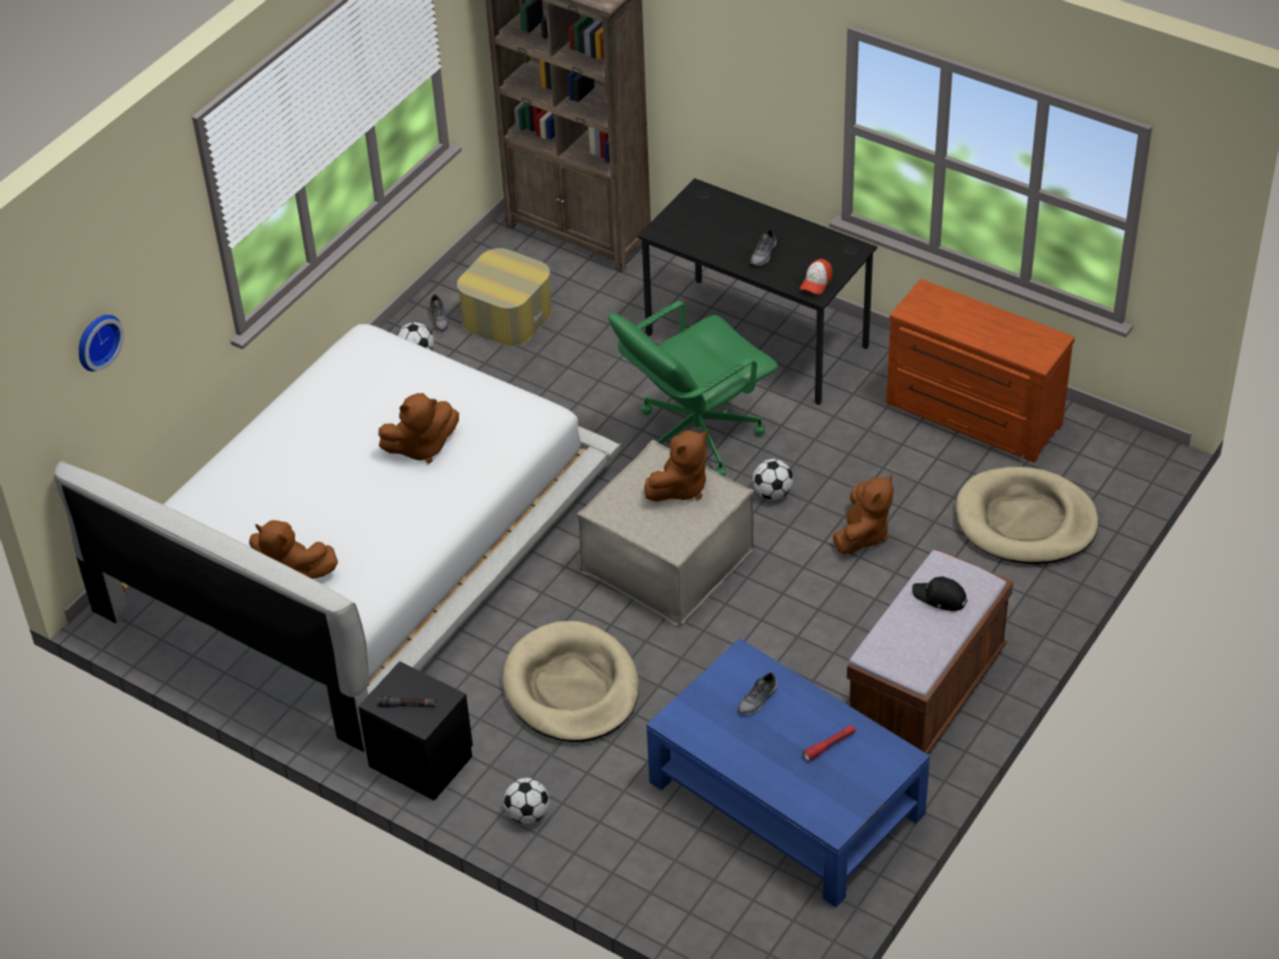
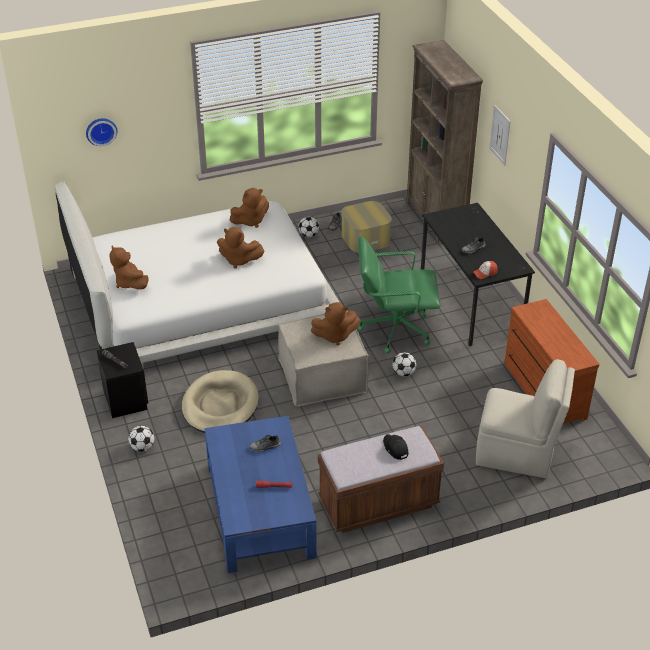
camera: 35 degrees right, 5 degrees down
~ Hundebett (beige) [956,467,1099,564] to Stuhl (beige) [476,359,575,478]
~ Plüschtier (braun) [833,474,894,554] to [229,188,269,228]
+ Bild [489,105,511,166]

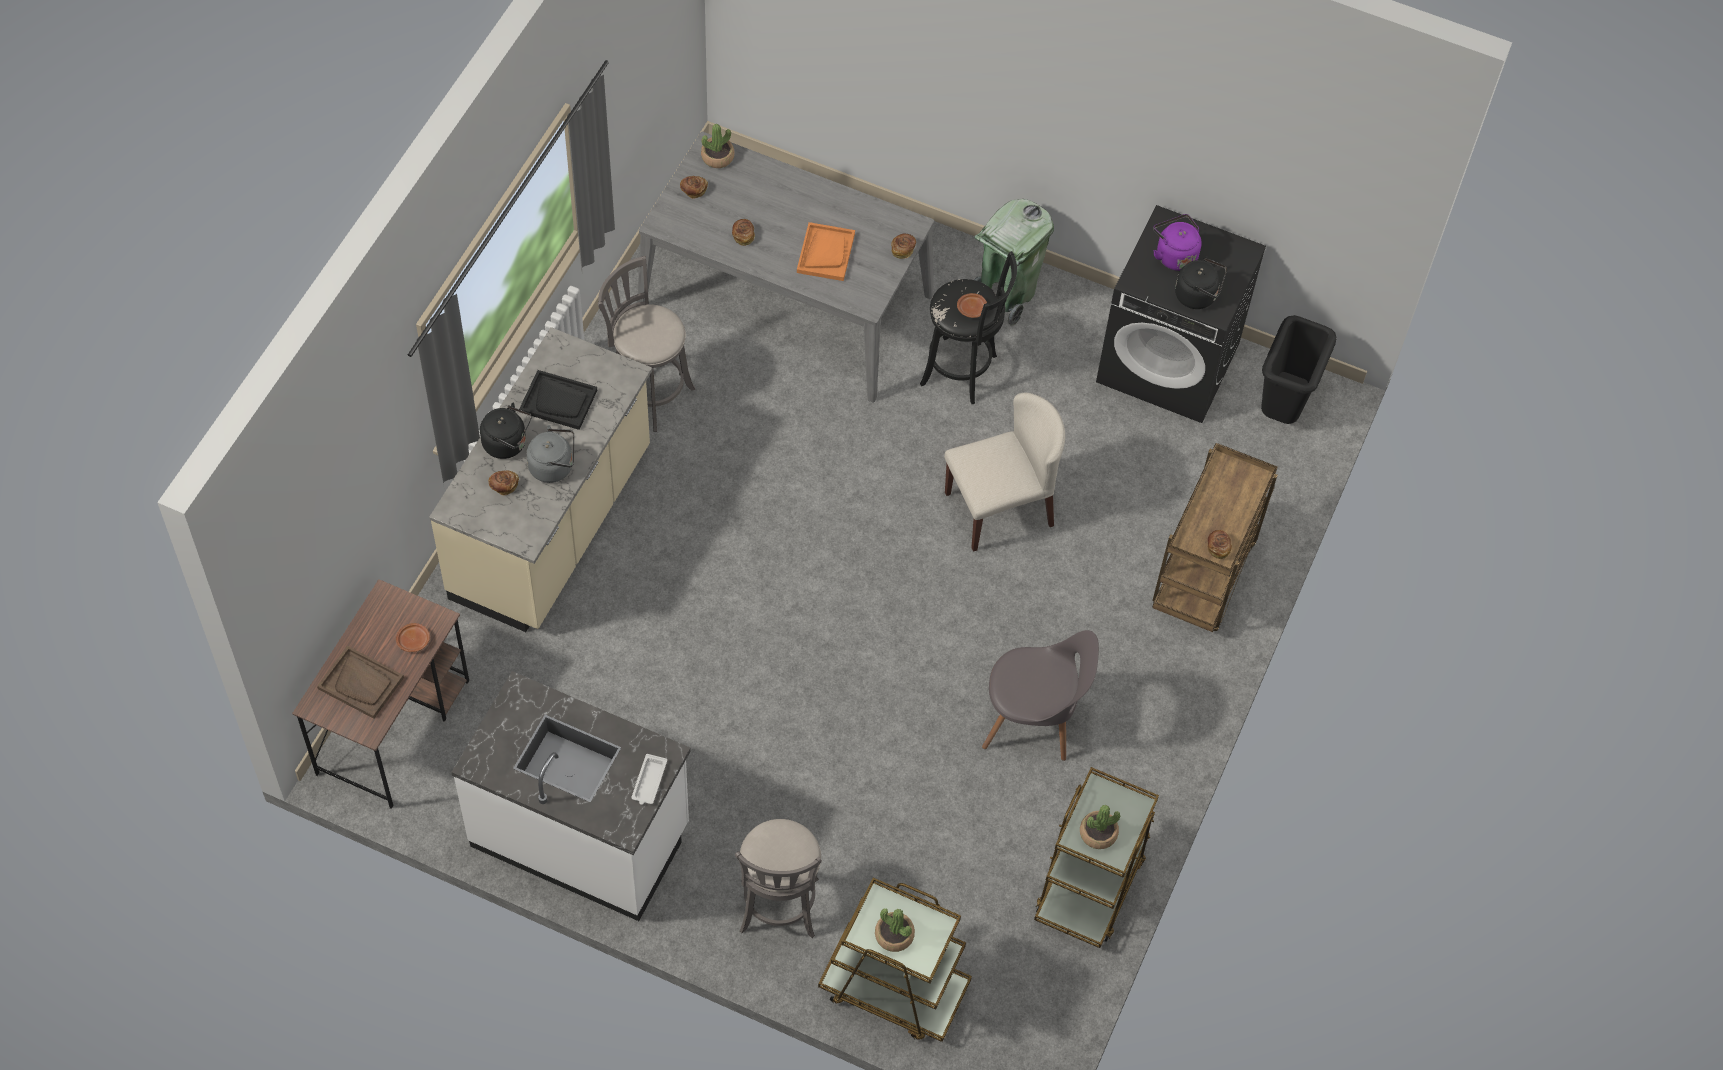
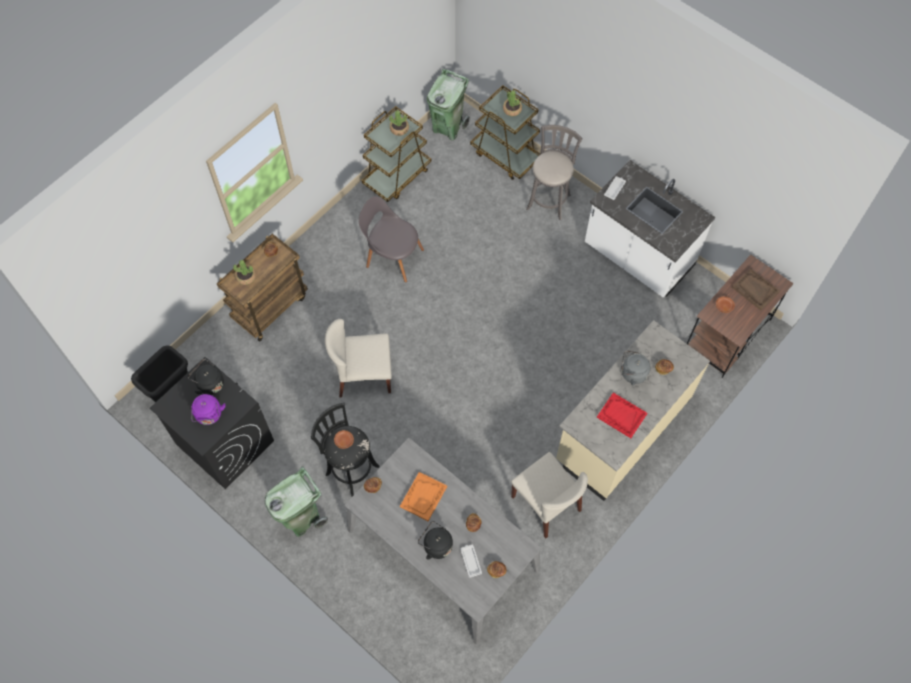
camera: 160 degrees left, 5 degrees up
~ Topfpflanze [701,124,735,168] to [233,260,256,285]
~ Hocker (grau) [598,256,695,432] to Stuhl (beige) [511,452,588,538]
~ Tablett (schwarz) [519,370,597,430] to Tablett (rot) [597,392,647,438]
~ Wasserkessel (schwarz) [480,403,532,459] to [418,521,453,559]
+ Mülleimer (grün) [427,69,470,141]
+ Tablett (weiß) [461,545,482,578]

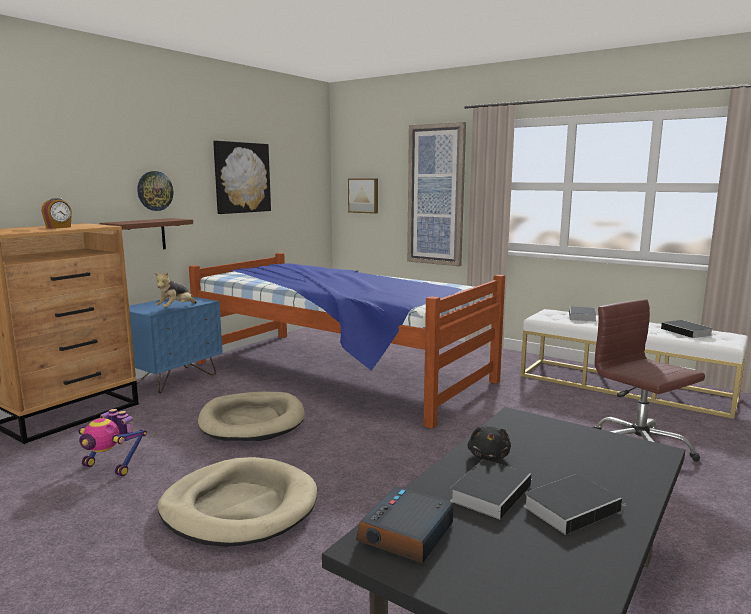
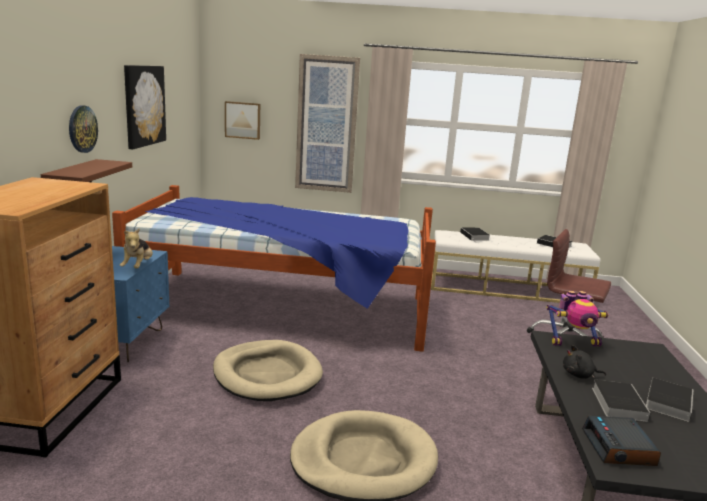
camera: 30 degrees left, 5 degrees up
- Wecker [41,198,72,229]
~ Spielzeugroboter [78,409,147,476] to [546,291,609,346]
~ Plüschtier (schwarz) [467,425,511,461] = [563,345,606,379] 120 degrees clockwise

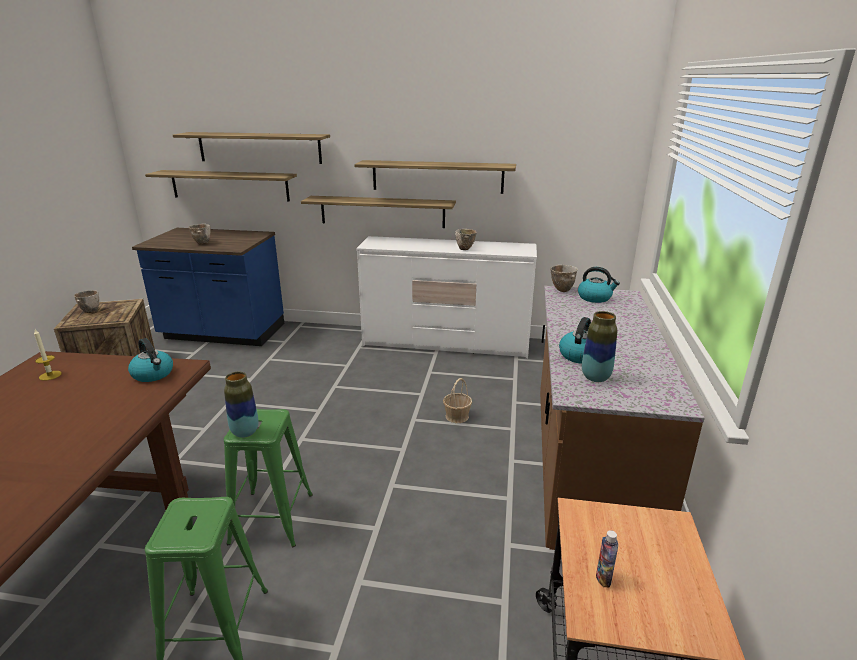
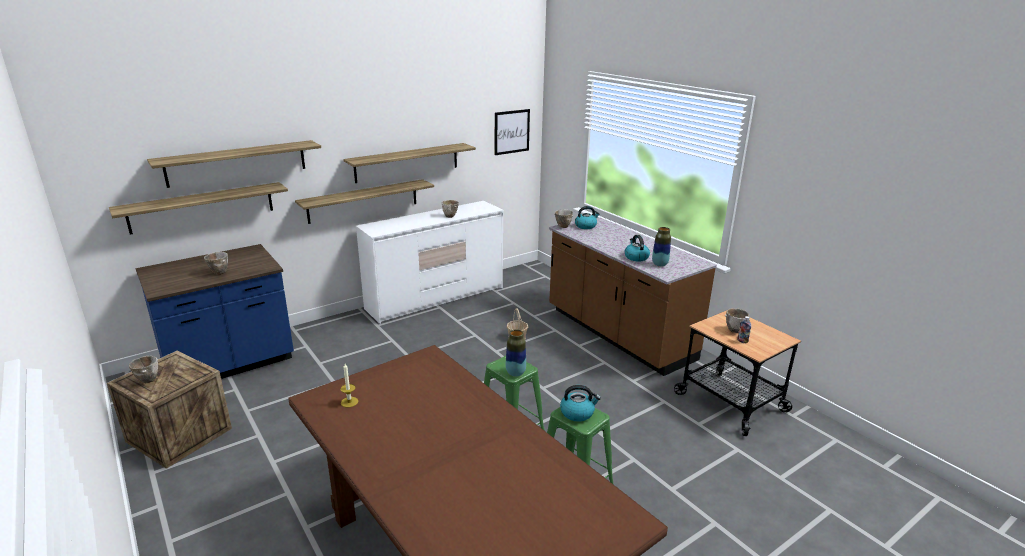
camera: 45 degrees left, 0 degrees up
~ Wasserkessel [128,338,173,382] to [560,385,601,422]
+ Bild [495,109,530,155]
+ Schüssel [725,308,750,333]

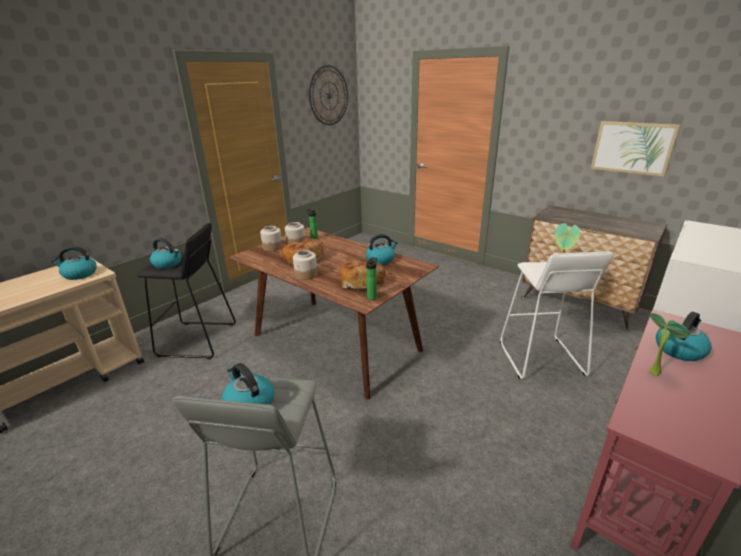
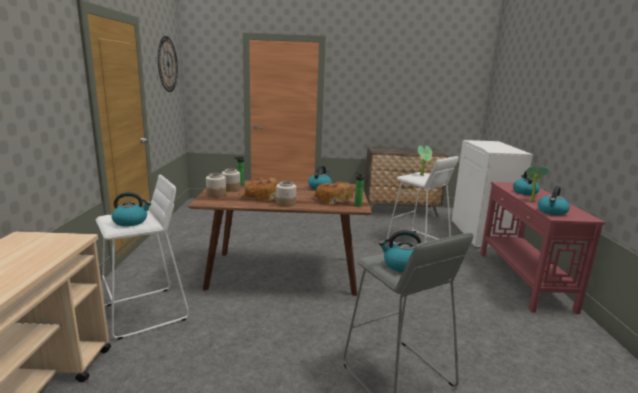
camera: 40 degrees left, 10 degrees down
- Bild [591,121,680,177]
~ Hocker (schwarz) [136,223,236,359] to Hocker (weiß) [96,175,189,340]
~ Wasserkessel [51,246,97,280] to [538,186,570,215]

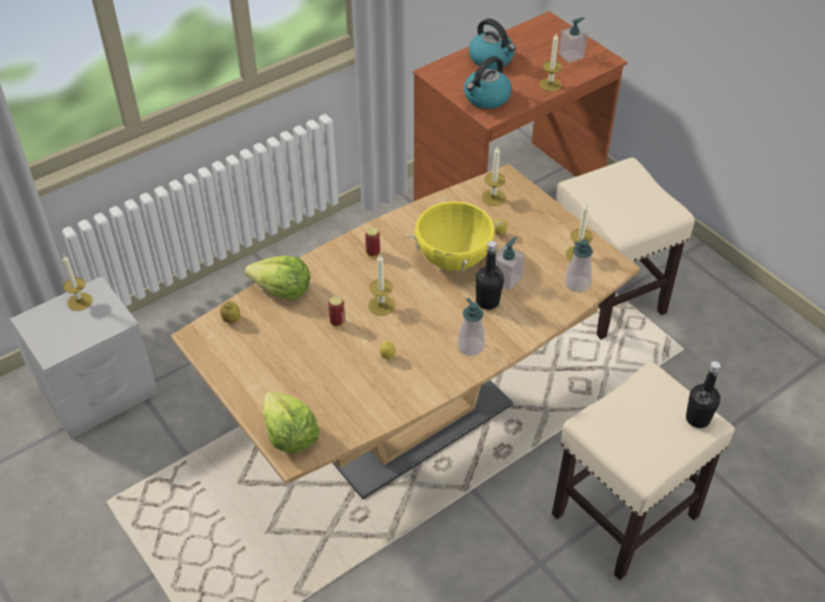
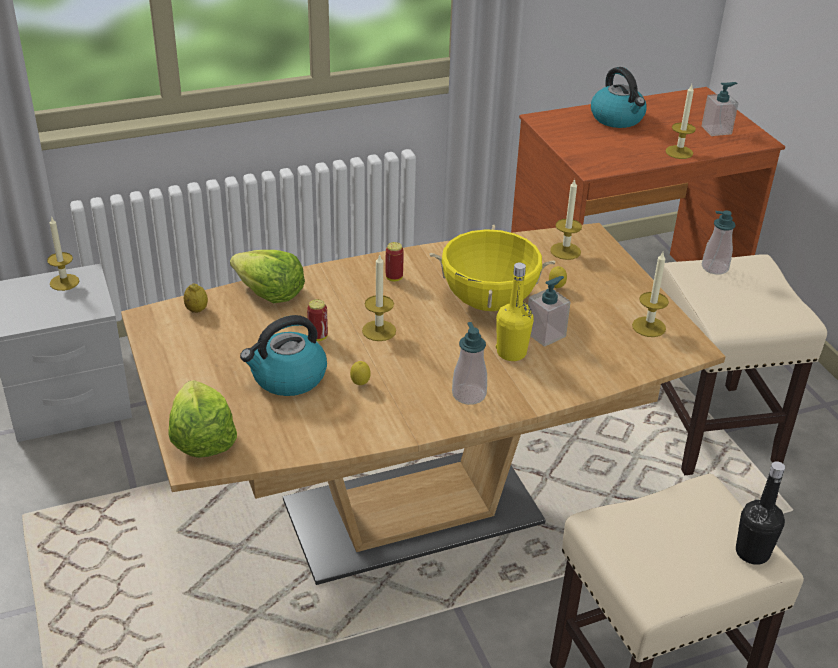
camera: 15 degrees right, 10 degrees down
~ Wasserkessel [464,56,512,109] to [240,315,327,396]
~ Seifenspender [565,239,593,292] to [702,210,736,275]
~ Flasche (schwarz) [475,241,504,310] to Flasche (gelb) [496,263,534,361]

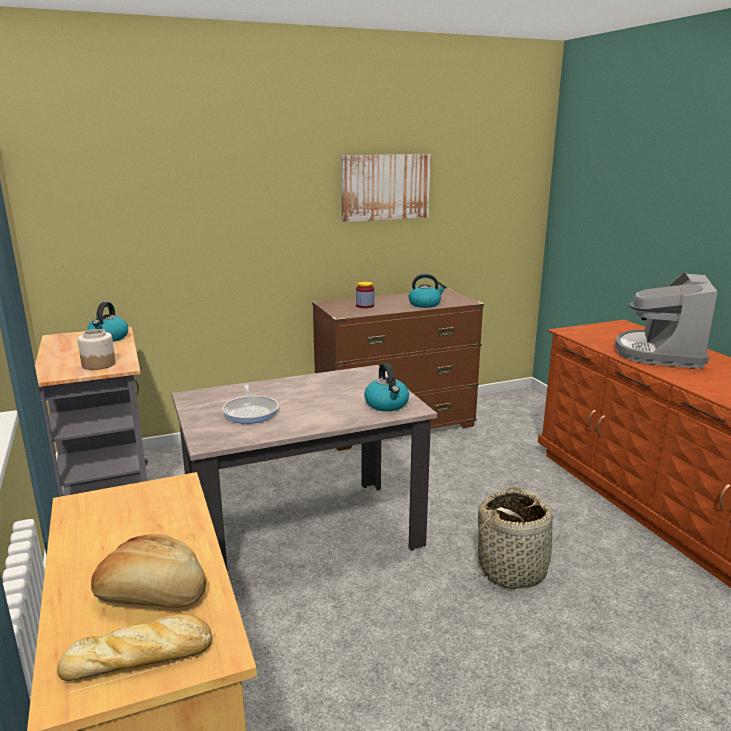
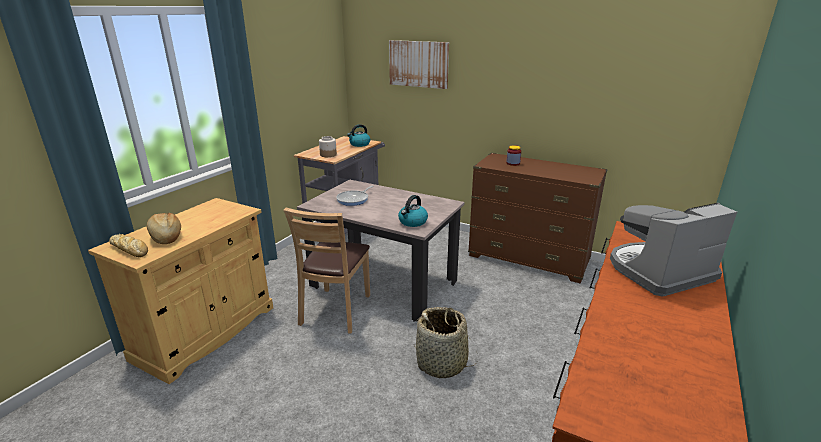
camera: 50 degrees right, 5 degrees up
~ Bild [341,154,431,222] to [389,40,449,89]
- Wasserkessel [409,274,446,308]
+ Stuhl (braun) [283,208,370,334]

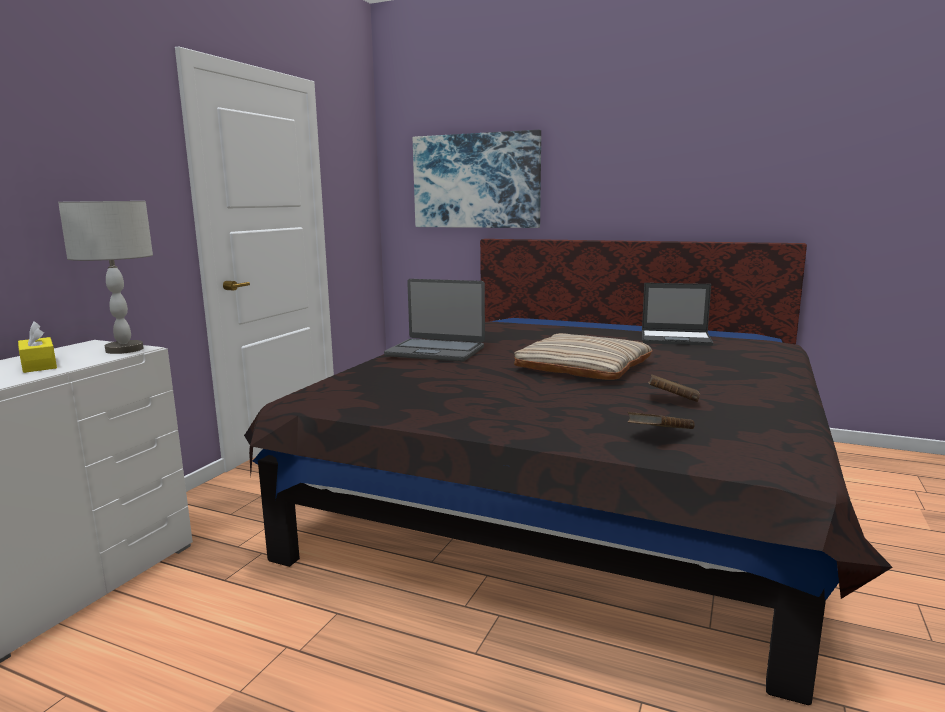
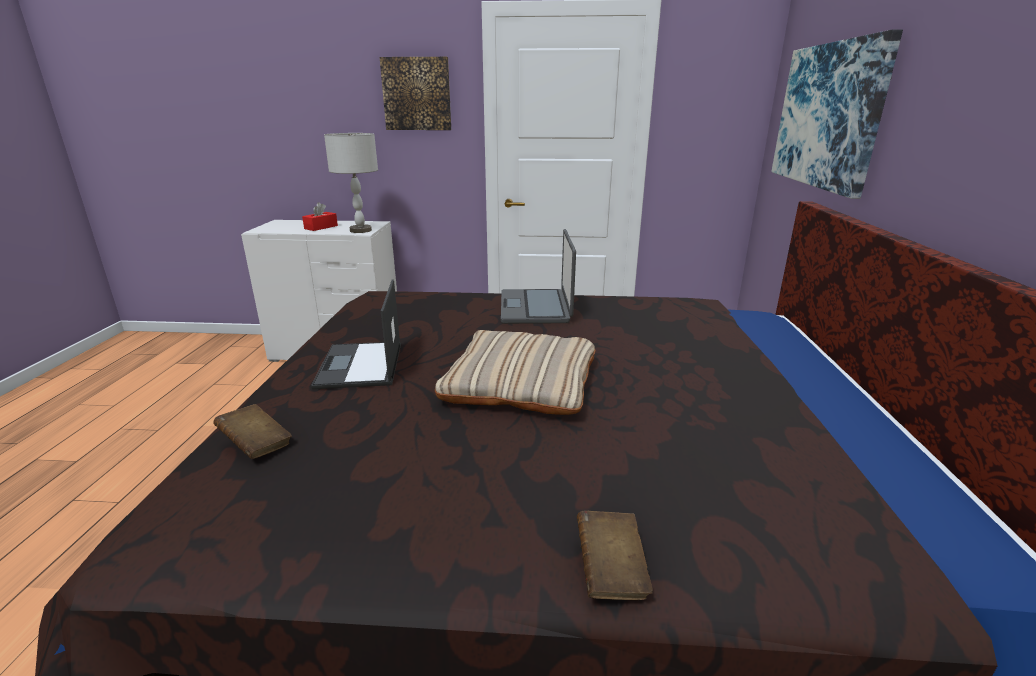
camera: 70 degrees right, 10 degrees up
~ Laptop [642,283,713,346] to [311,279,401,389]
~ Taschentuchbox (gelb) [18,321,57,373] to Taschentuchbox (rot) [302,202,338,231]
~ Buch (braun) [648,374,700,402] to [577,510,653,600]
+ Bild [380,57,451,130]

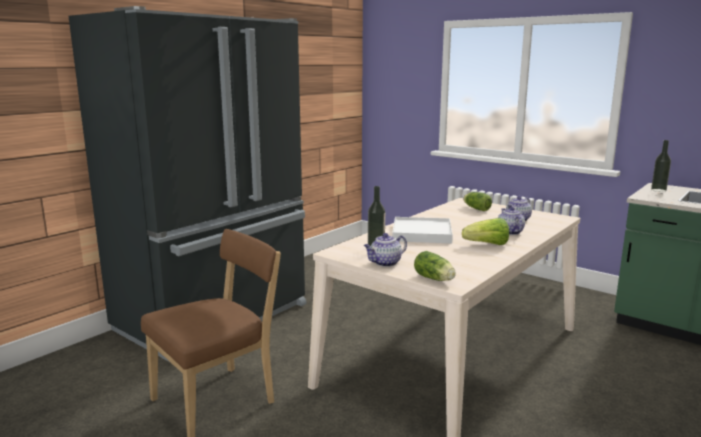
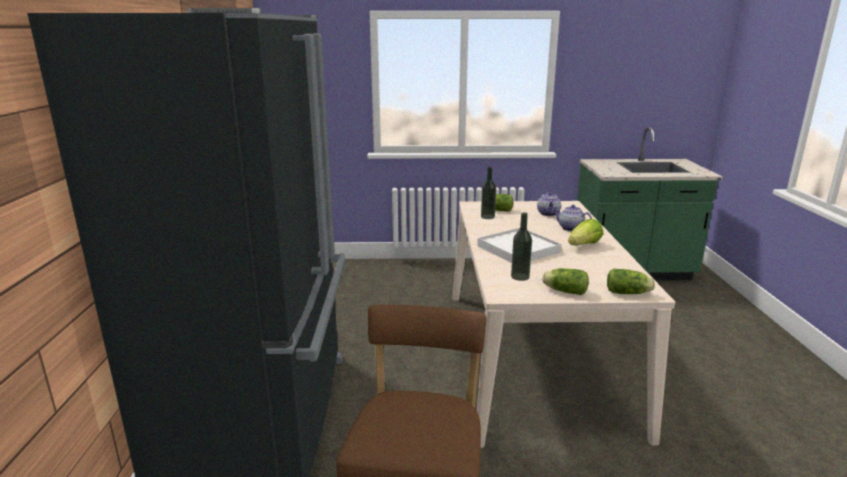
camera: 40 degrees left, 5 degrees up
~ Flasche [651,140,671,192] to [481,167,496,219]
~ Teekanne [364,233,407,267] to Salatkopf [542,268,589,295]

